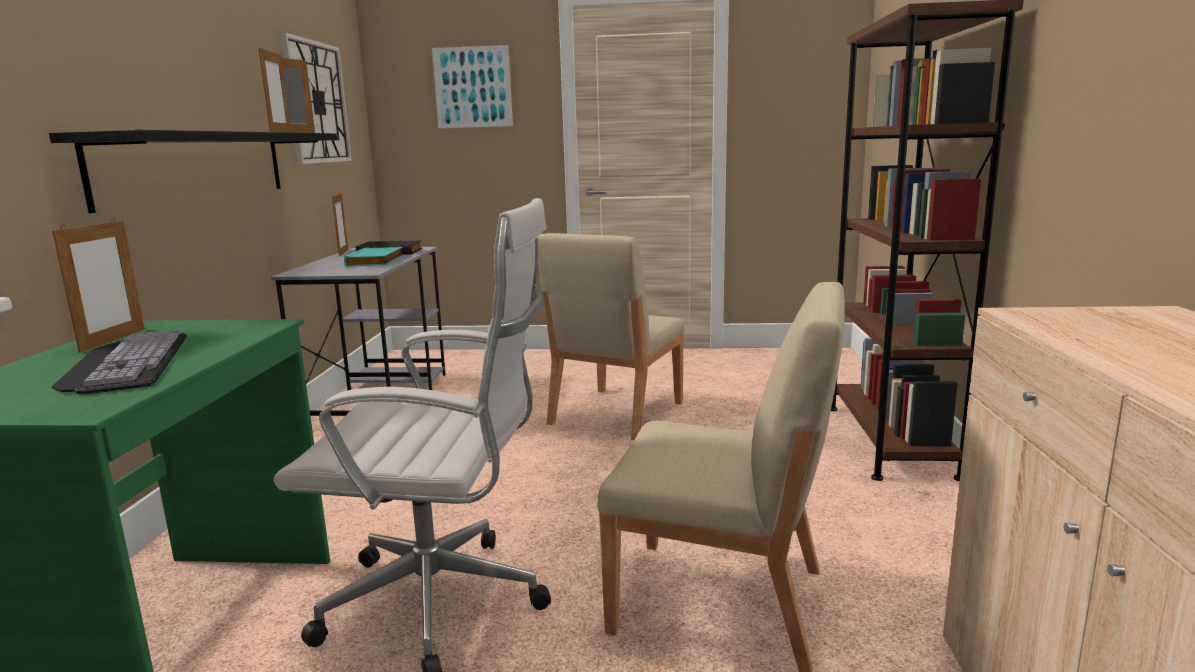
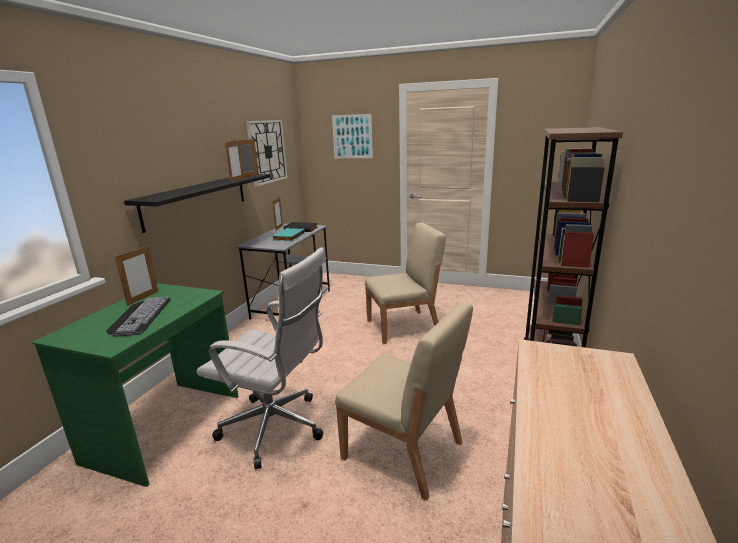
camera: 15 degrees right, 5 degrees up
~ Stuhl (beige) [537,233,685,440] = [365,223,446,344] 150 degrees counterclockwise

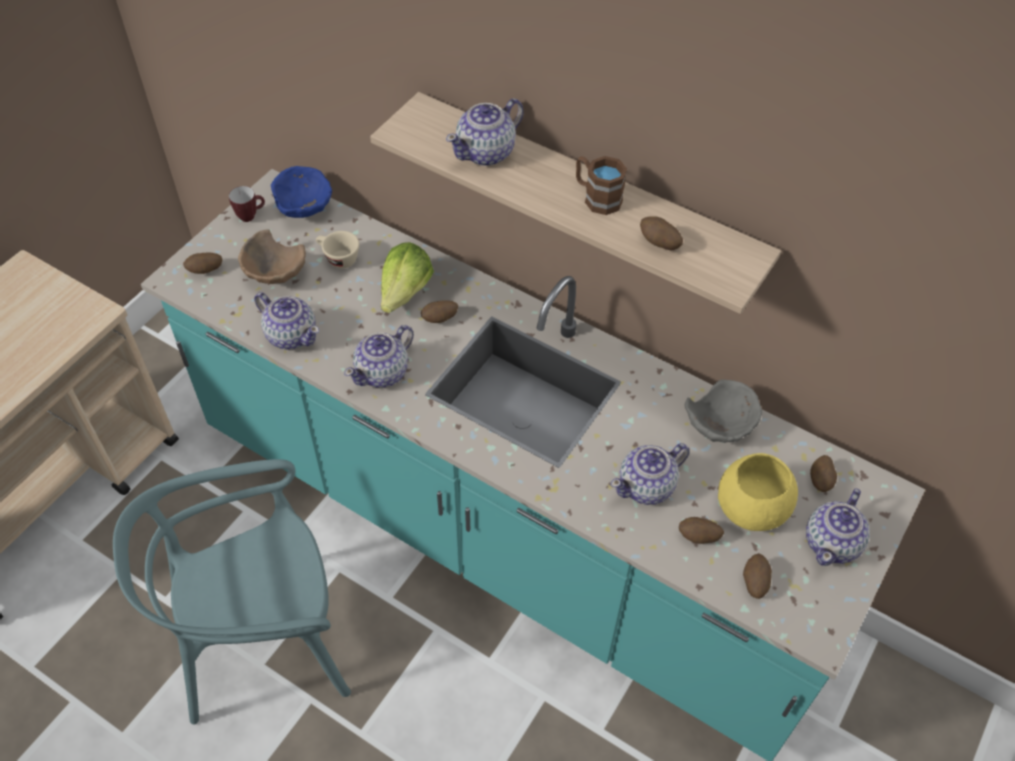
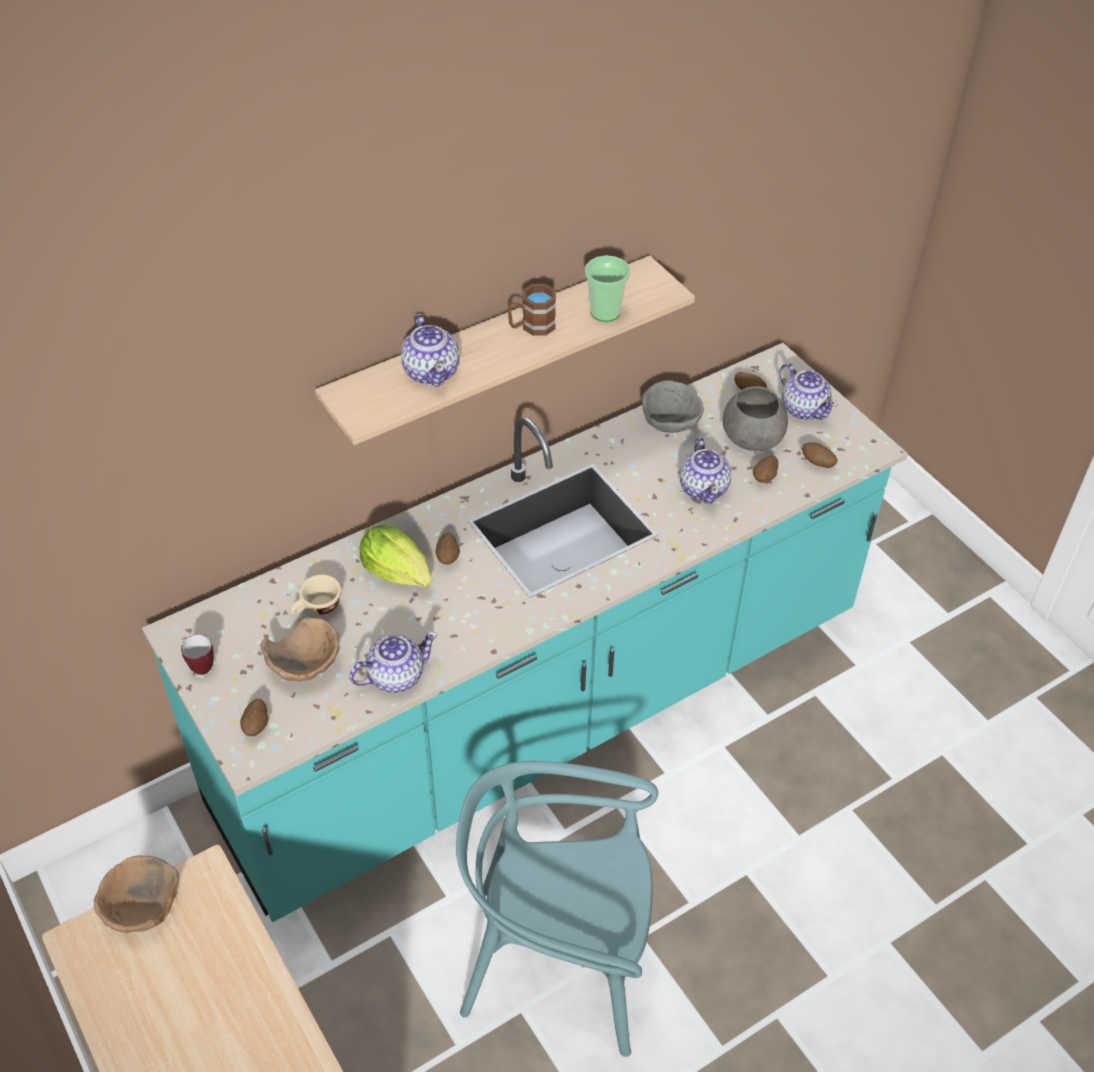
camera: 65 degrees left, 5 degrees down
- Schüssel (blau) [271,166,332,218]
~ Kartoffel [640,216,683,250] to Tasse [585,255,630,322]
- Teekanne [344,325,414,388]
~ Schüssel (gelb) [718,453,798,531] to Schüssel (grau) [723,386,788,451]
~ Stuhl (türkis) [113,459,351,725] = [456,761,658,1057] 90 degrees clockwise
+ Schüssel (braun) [94,855,179,933]

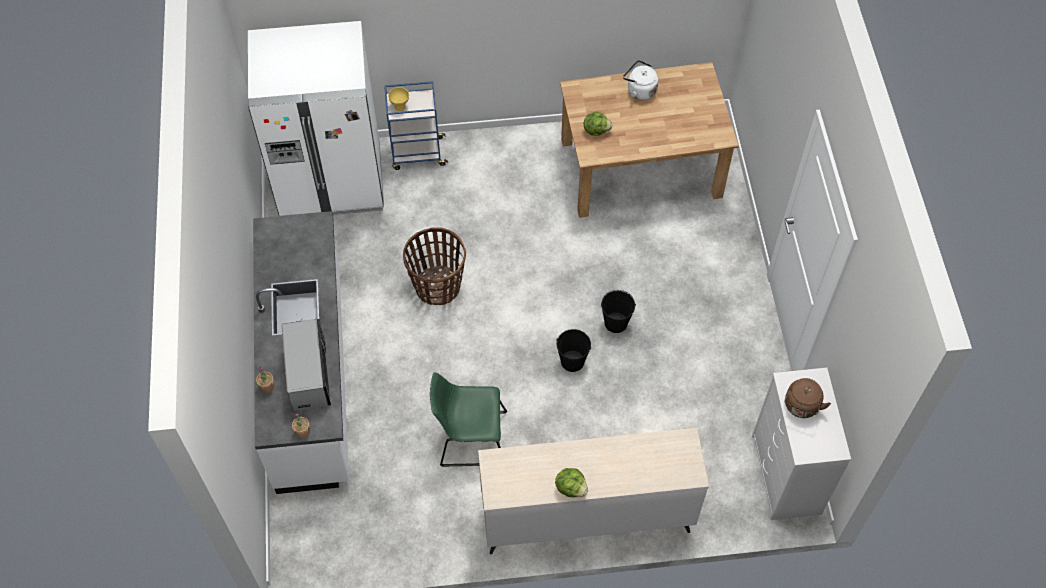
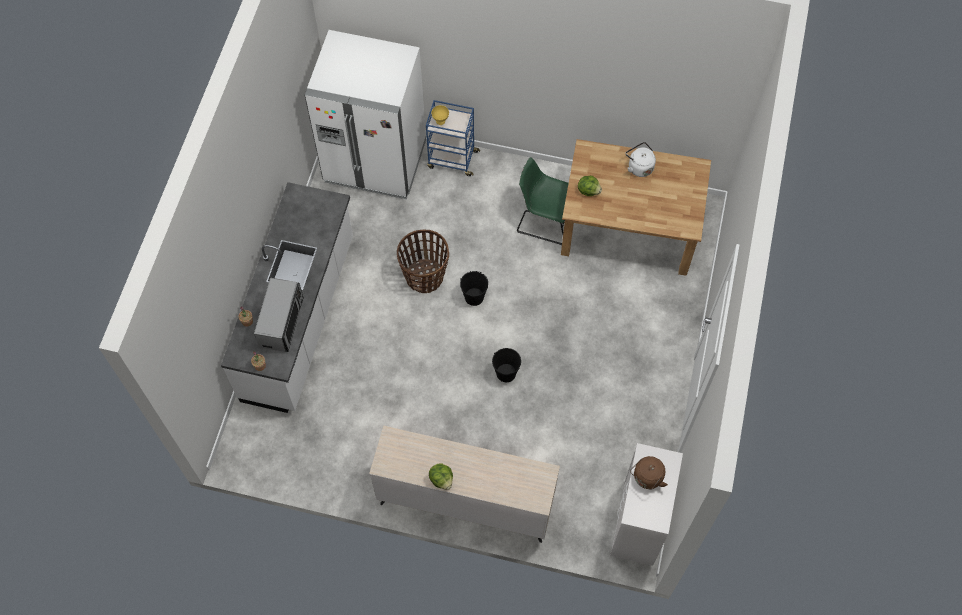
camera: 20 degrees right, 5 degrees up
~ Eimer (schwarz) [601,290,636,333] to [460,271,488,306]
~ Stuhl (grün) [430,372,507,467] to [517,157,569,245]

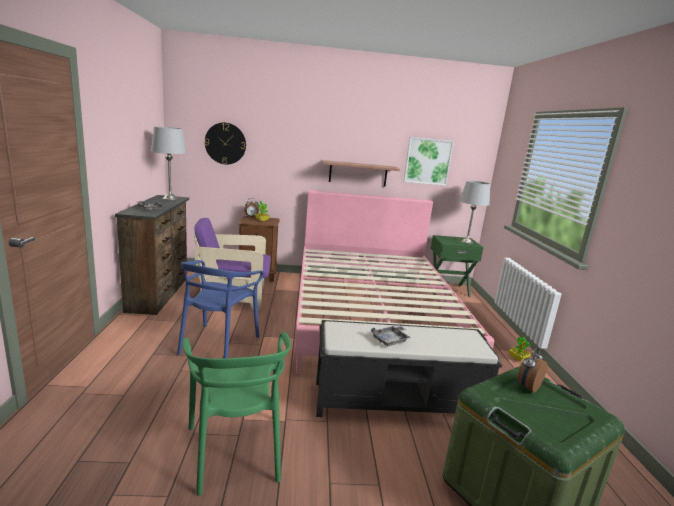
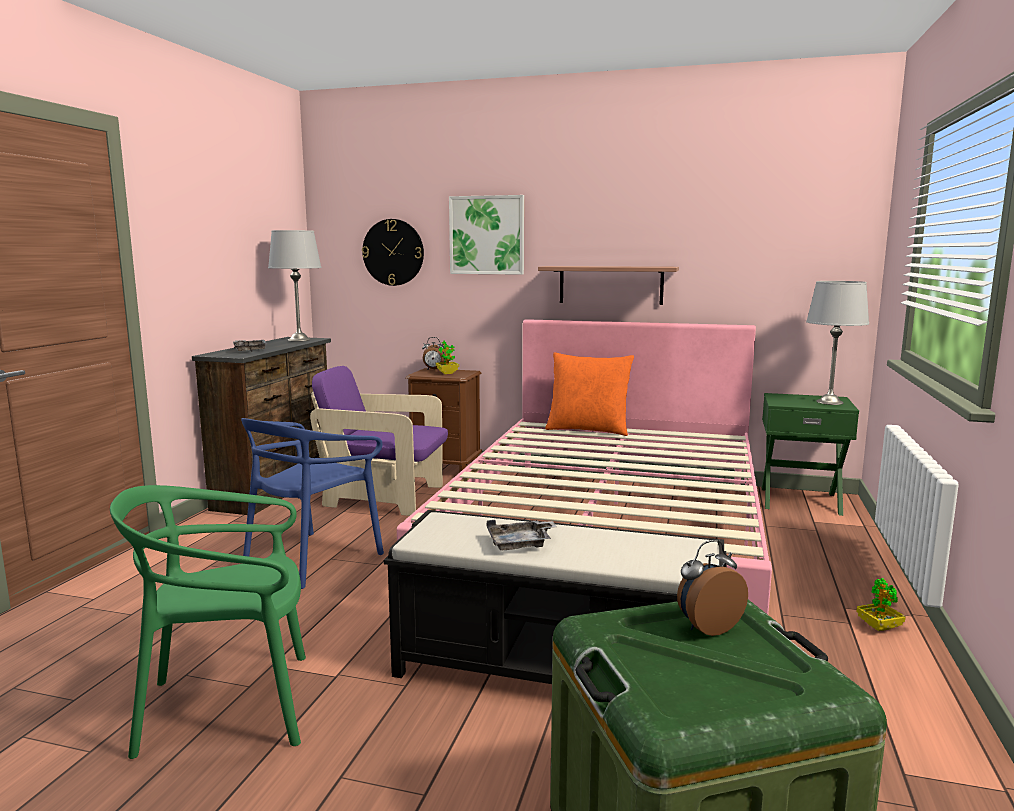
camera: 20 degrees right, 5 degrees down
~ Bild [404,137,454,186] to [449,195,524,275]
~ Stuhl (grün) [183,332,291,496] = [110,485,306,759] 75 degrees clockwise
+ Kissen (orange) [545,353,634,436]

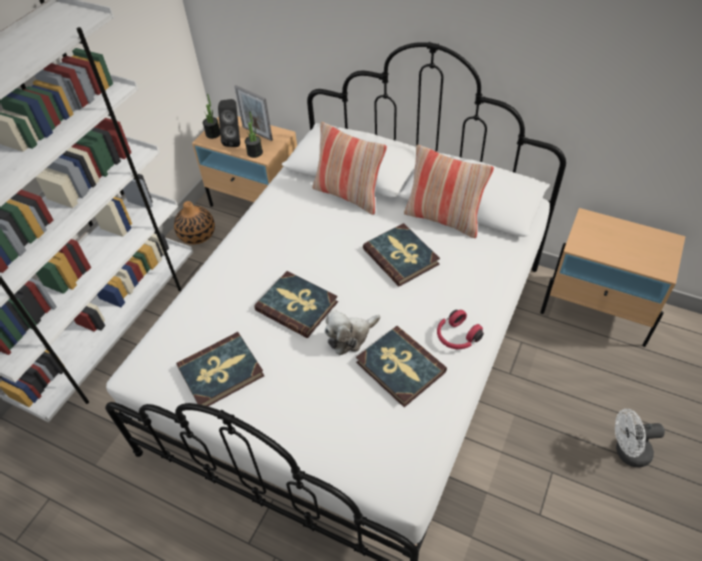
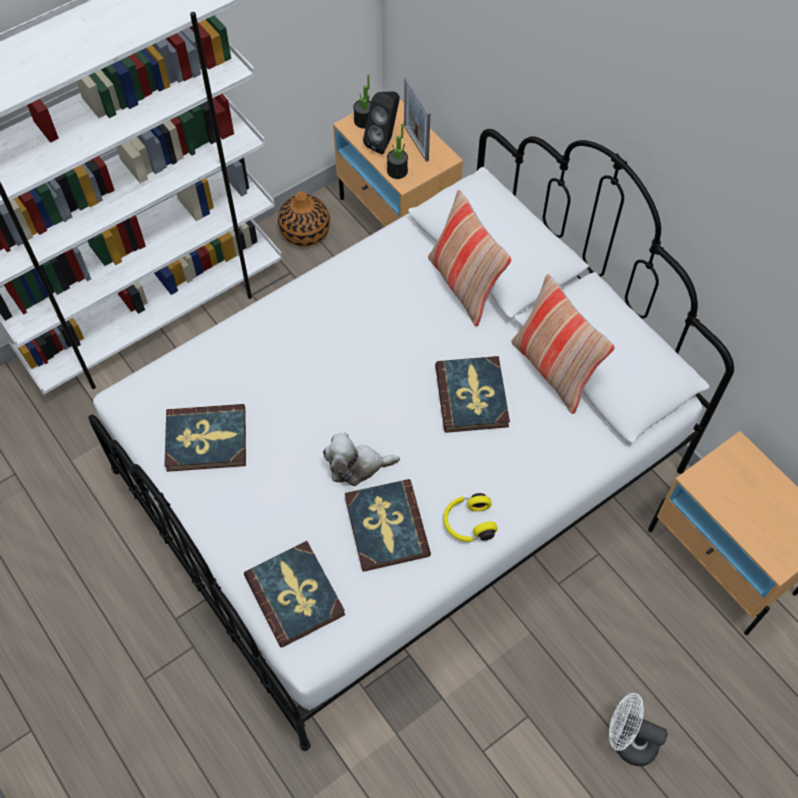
camera: 25 degrees right, 10 degrees up
~ Buch [254,271,338,338] to [244,541,345,648]
~ Kopfhörer (rot) [437,310,484,349] to Kopfhörer (gelb) [443,493,497,542]

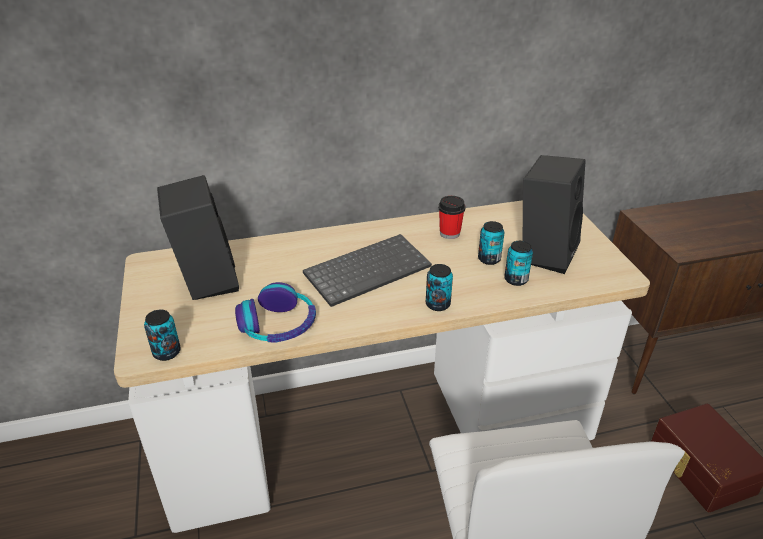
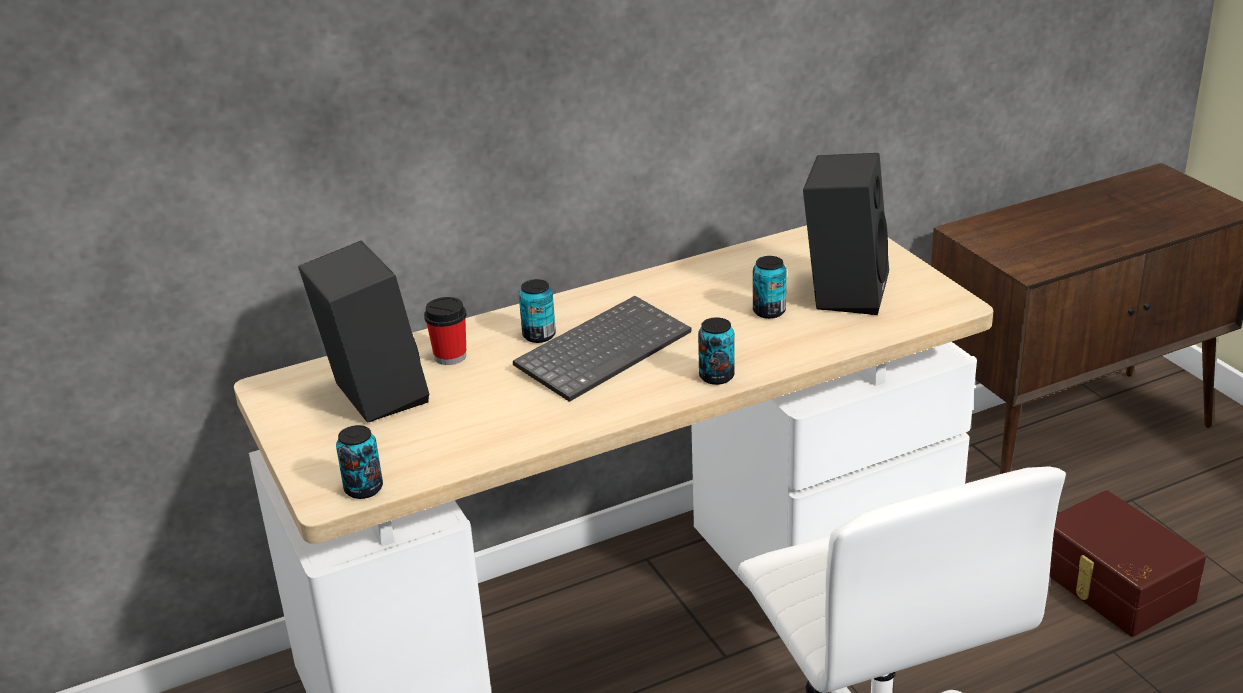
camera: 10 degrees left, 5 degrees down
~ Tasse [438,196,465,239] to [424,297,467,365]
~ Dose [504,241,533,286] to [519,279,556,343]
- Kopfhörer [235,282,316,343]

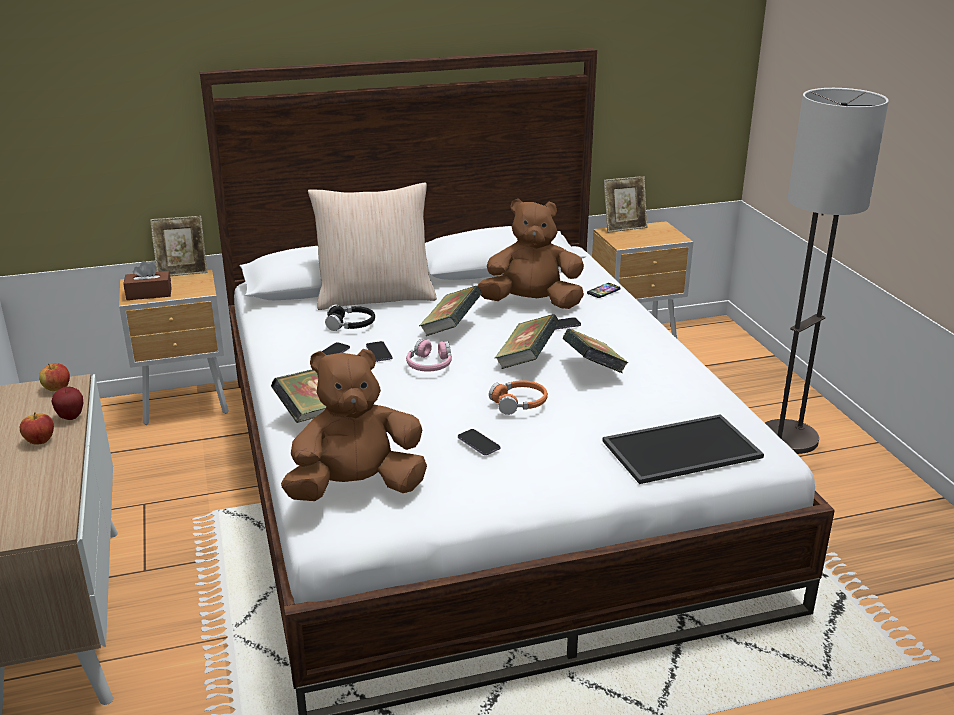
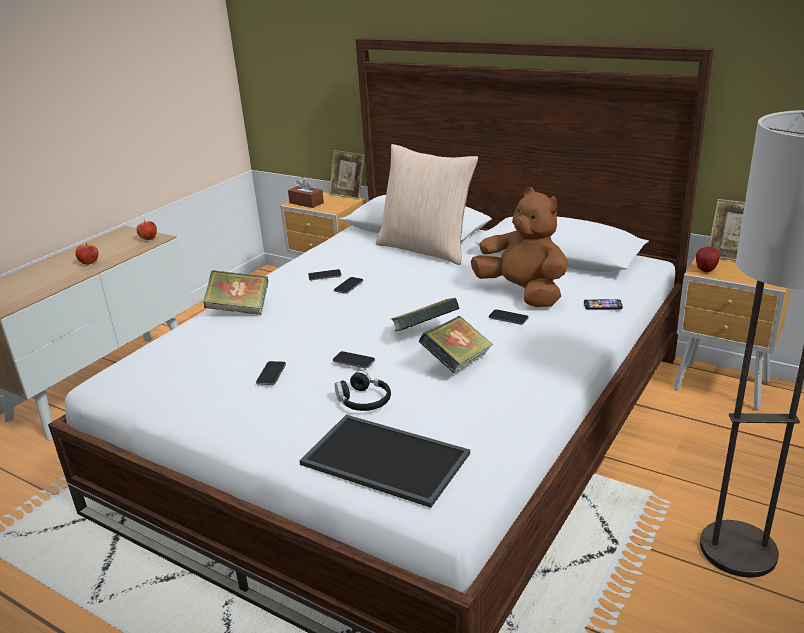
camera: 50 degrees right, 0 degrees up
- Buch [419,286,482,336]
~ Kopfhörer (schwarz) [325,304,375,331] to [335,371,391,411]
- Kopfhörer (rosa) [406,339,451,372]
- Plüschtier (braun) [281,349,427,501]
~ Kopfhörer (orange) [489,380,548,415] to Handy [333,351,375,369]
~ Apfel [51,387,83,420] to [696,247,720,272]

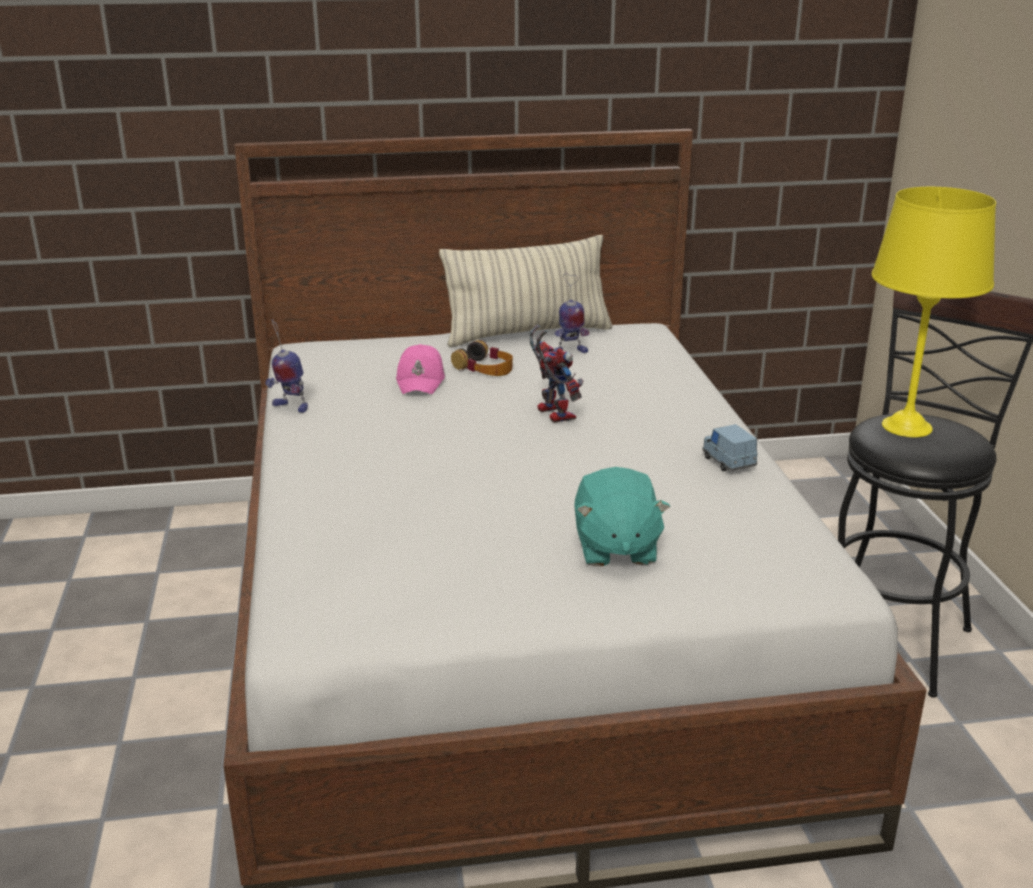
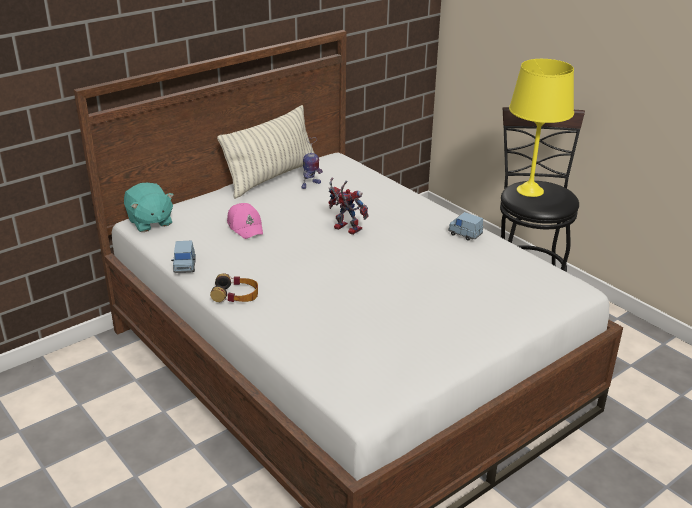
camera: 30 degrees left, 5 degrees up
~ Spielzeugroboter [265,319,308,413] to Spielzeugauto (blau) [171,241,196,273]
~ Kopfhörer [451,340,513,376] to [210,273,258,302]
~ Plüschtier (türkis) [575,467,670,566] to [124,183,174,232]

